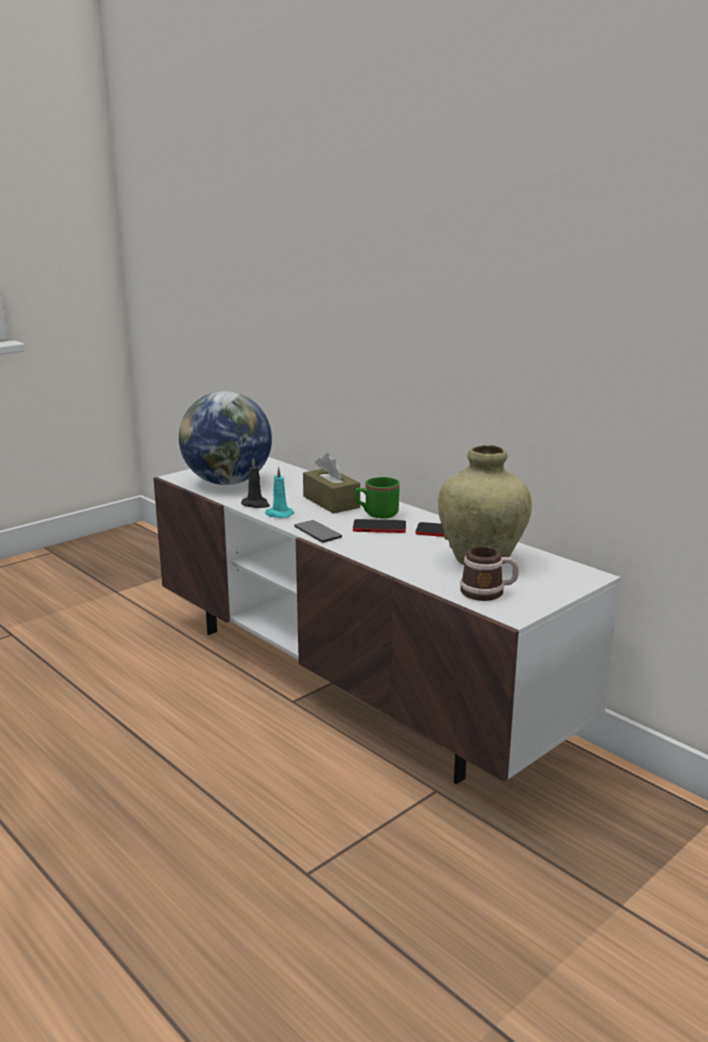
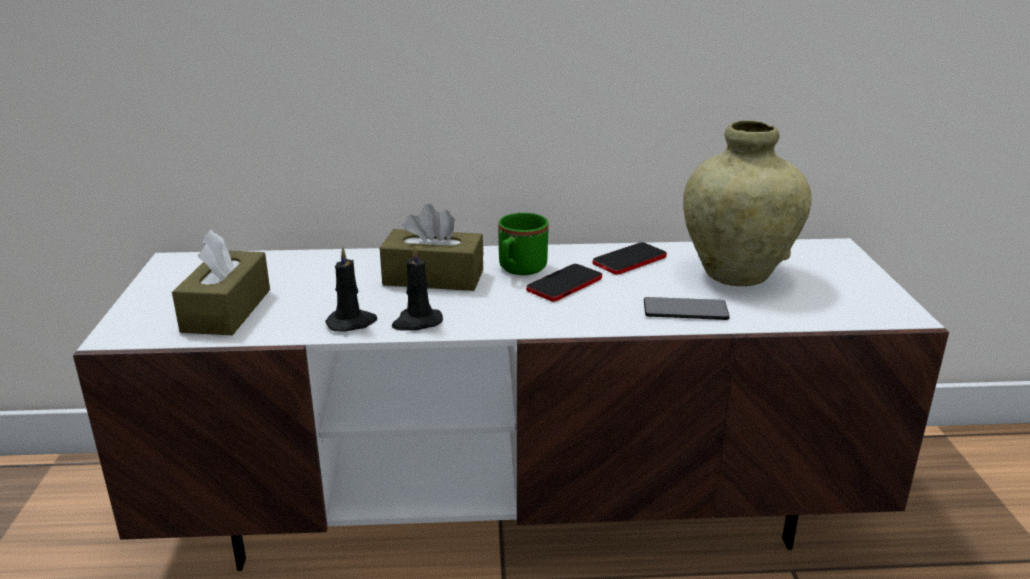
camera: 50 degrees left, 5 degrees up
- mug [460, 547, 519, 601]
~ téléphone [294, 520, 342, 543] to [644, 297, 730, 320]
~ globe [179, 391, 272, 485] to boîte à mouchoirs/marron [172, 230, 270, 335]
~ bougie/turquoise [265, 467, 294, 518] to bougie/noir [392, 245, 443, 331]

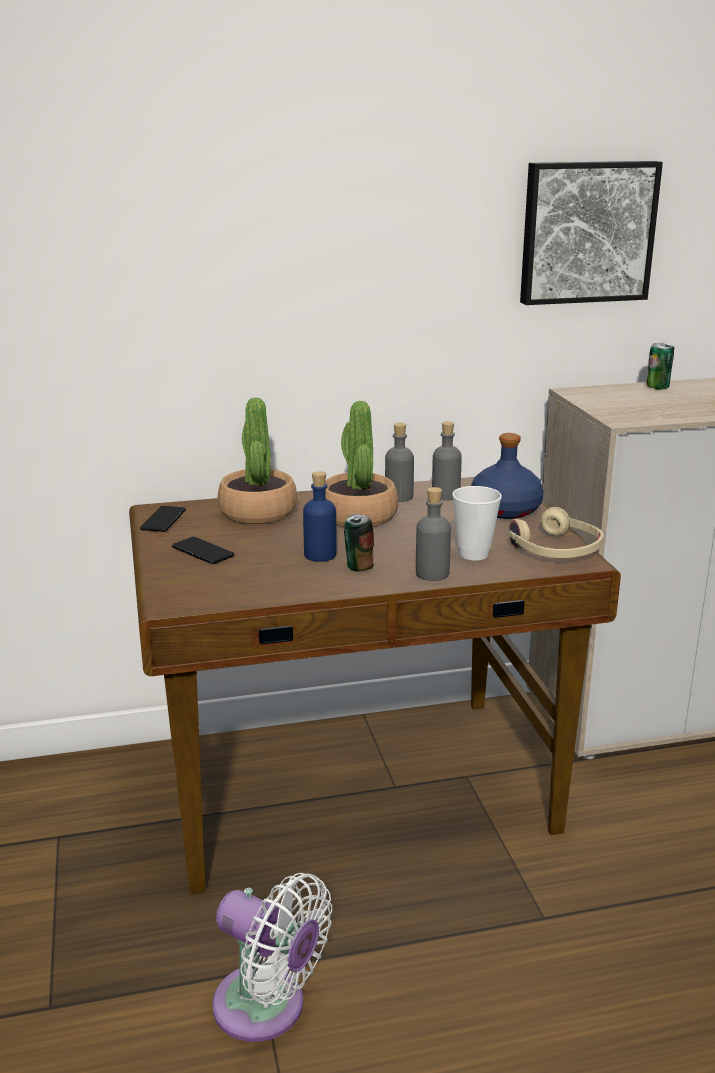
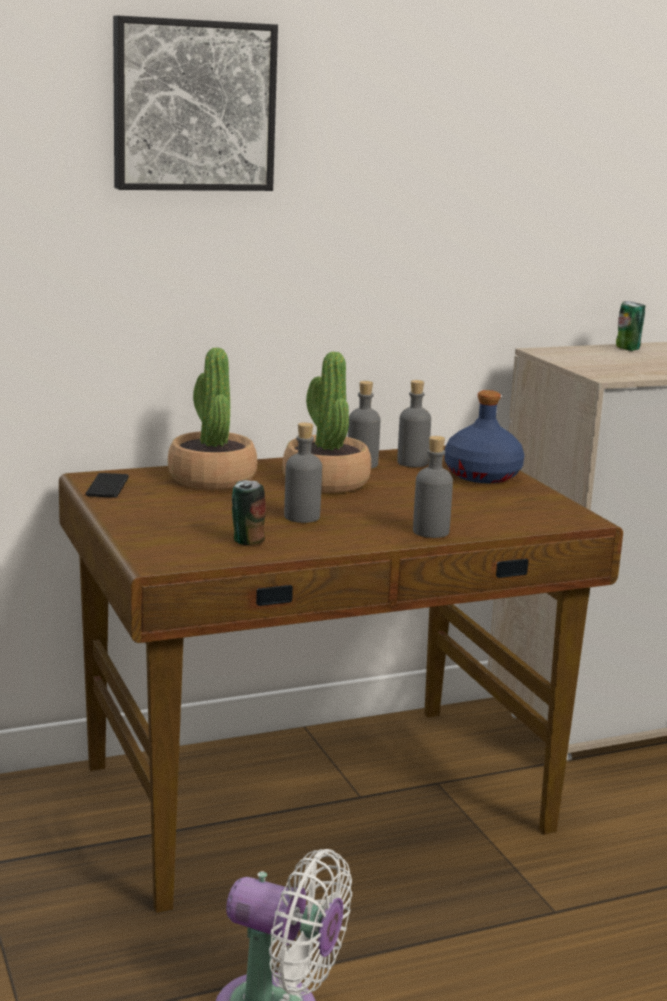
camera: 10 degrees left, 5 degrees down
- téléphone [172, 537, 234, 564]
- tasse [452, 486, 502, 561]
- casque audio/beige [507, 507, 604, 558]
~ boîte métallique [344, 514, 374, 571] to [232, 480, 266, 545]
~ tableau [520, 161, 663, 305] to [113, 16, 278, 191]
~ bouteille/bleu [303, 471, 337, 562] to bouteille/gris [284, 422, 322, 523]

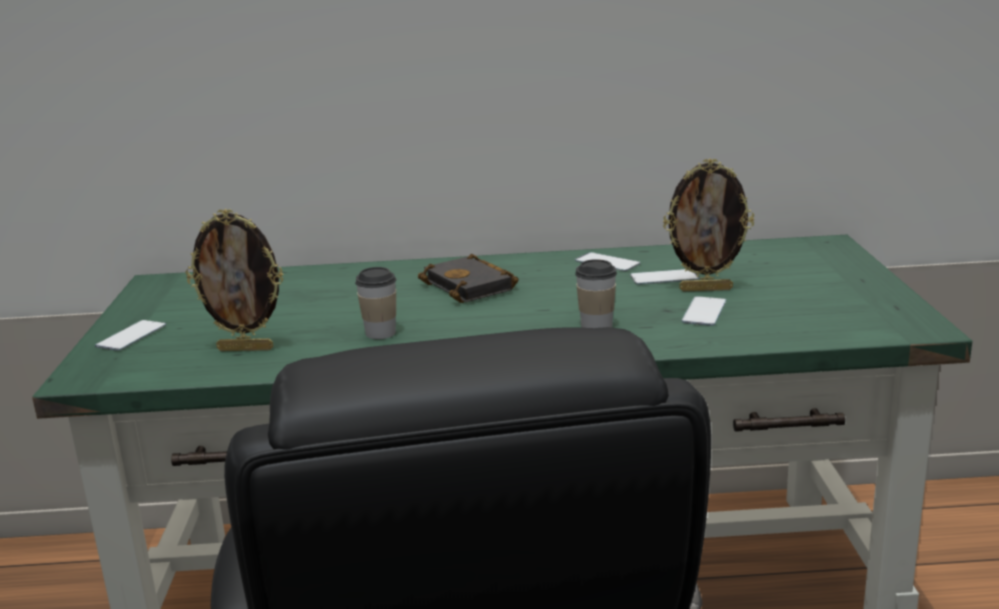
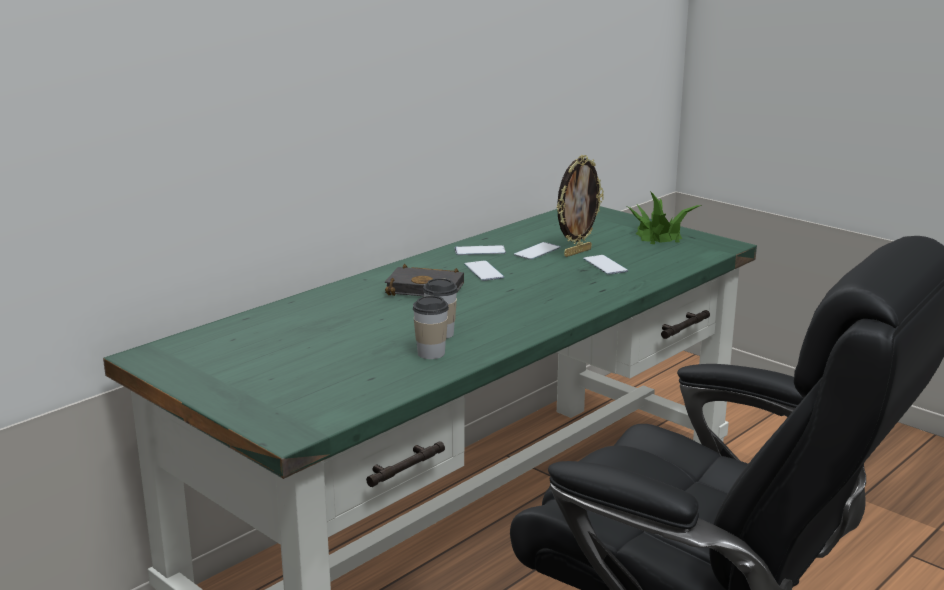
camera: 45 degrees left, 0 degrees up
- cadre photo [186, 209, 283, 351]
+ plante en pot [627, 191, 702, 244]
~ téléphone [95, 320, 166, 351] to [464, 260, 504, 281]
~ tasse [575, 259, 617, 328] to [413, 296, 449, 359]

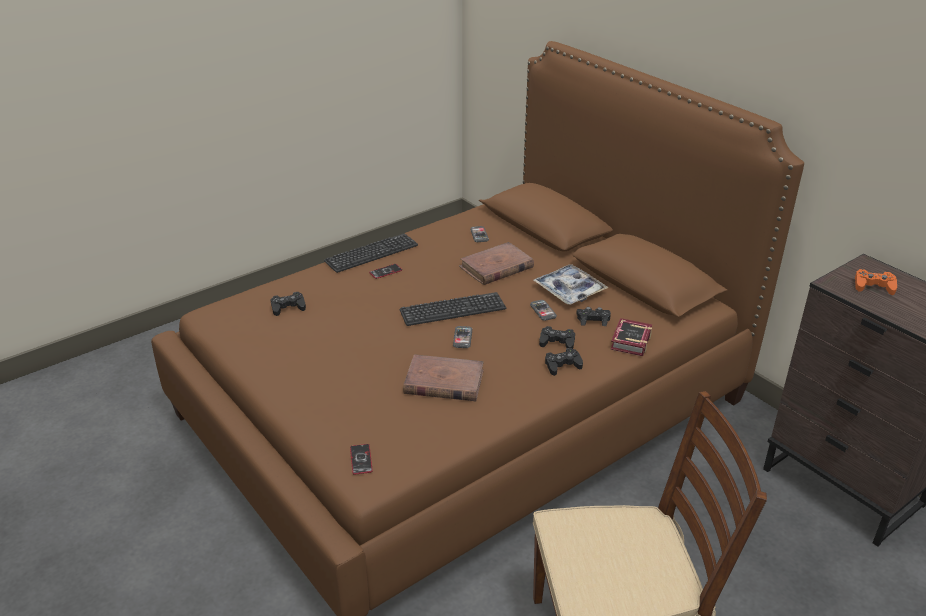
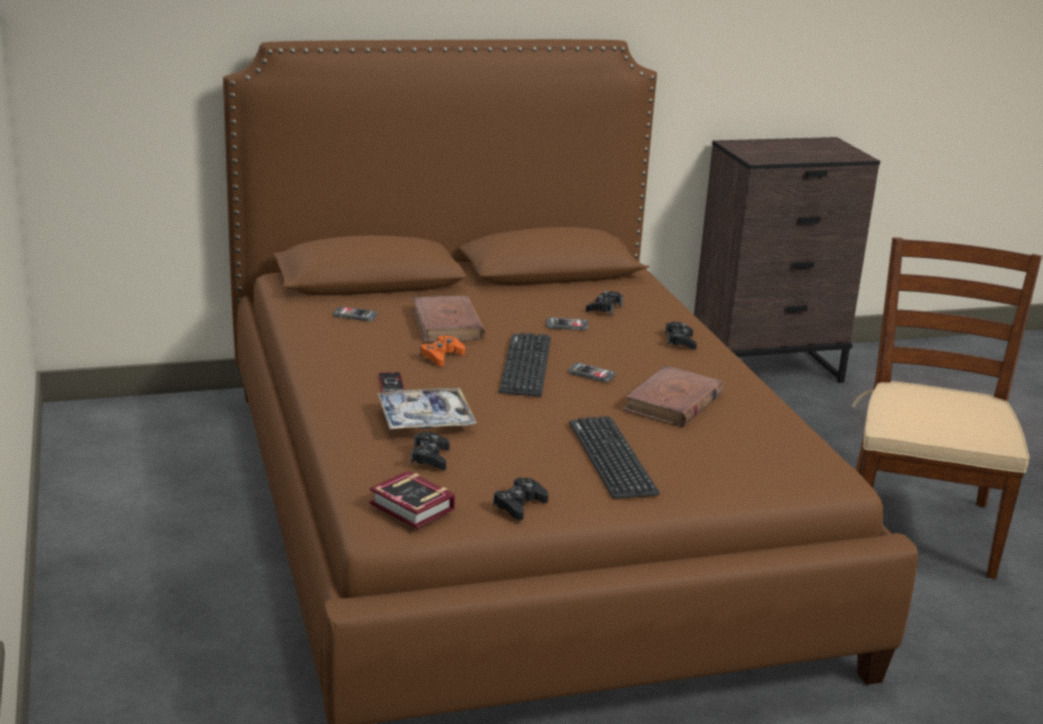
camera: 70 degrees left, 10 degrees down
- téléphone [350, 444, 373, 475]
~ clavier [324, 234, 418, 273] to [569, 416, 660, 499]
~ plateau [533, 264, 609, 305] to [377, 388, 477, 429]
~ manette/noir [539, 326, 575, 349] to [493, 477, 548, 521]
~ livre [610, 318, 652, 356] to [370, 471, 455, 529]
~ manette/orange [855, 269, 897, 295] to [420, 336, 465, 367]

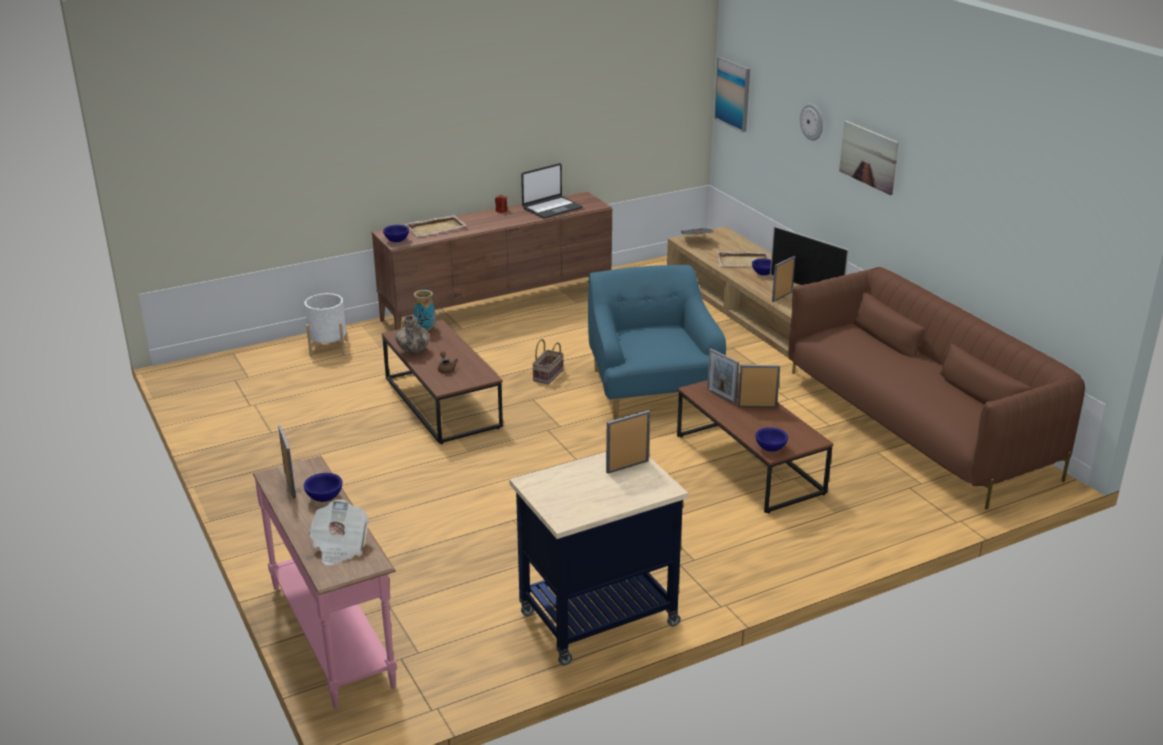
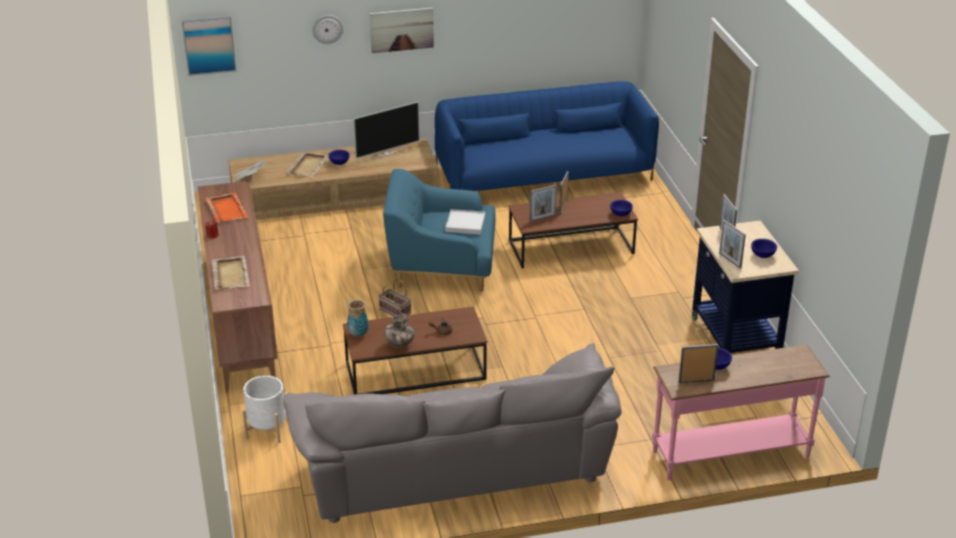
camera: 75 degrees left, 5 degrees up
- journal [308, 499, 369, 566]
+ canapé/gris [283, 343, 622, 523]
+ plateau/blanc [445, 209, 485, 235]
~ bol/bleu [383, 225, 409, 242] to [751, 239, 777, 258]
~ cadre photo [772, 256, 796, 302] to [719, 220, 746, 269]
~ ordinateur portable [521, 163, 583, 219] to plateau/orange [205, 193, 248, 223]
~ canapé/marron [788, 267, 1085, 510] to canapé/bleu [435, 81, 659, 191]

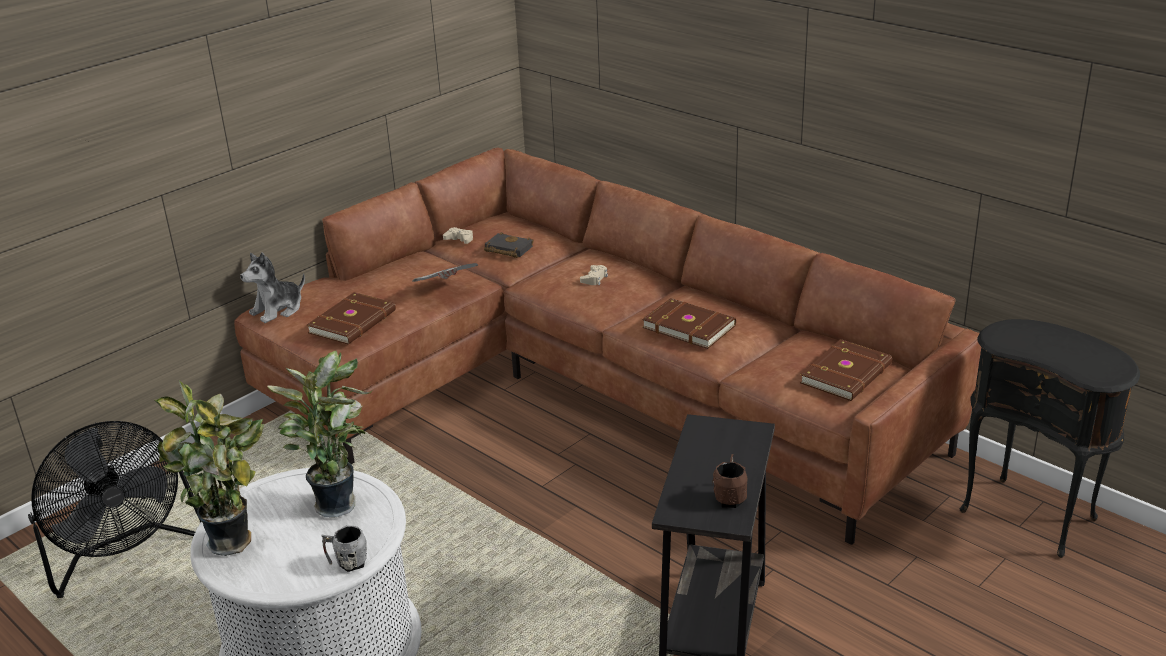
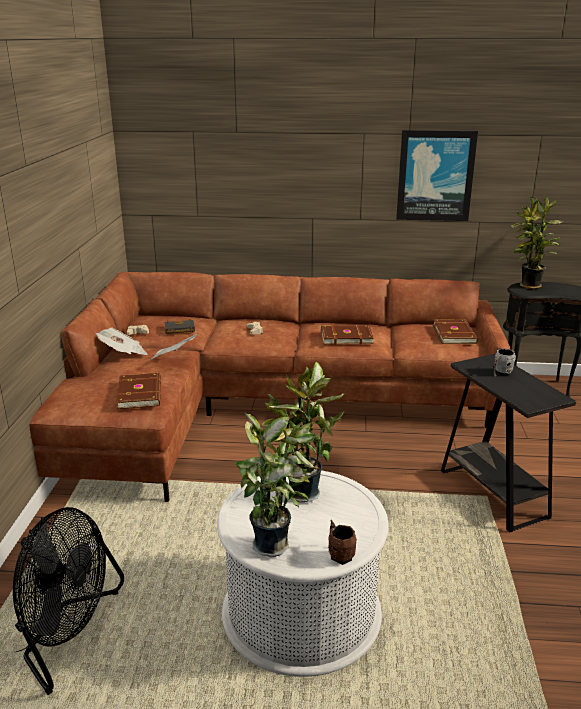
camera: 40 degrees left, 5 degrees down
- peluche [240, 252, 305, 323]
+ journal [95, 327, 148, 355]
+ tableau [396, 130, 478, 221]
+ plante en pot [510, 196, 563, 290]
~ mug/gris [321, 526, 367, 572] to [494, 349, 516, 376]
~ mug/marron [712, 454, 748, 508] to [328, 519, 357, 565]

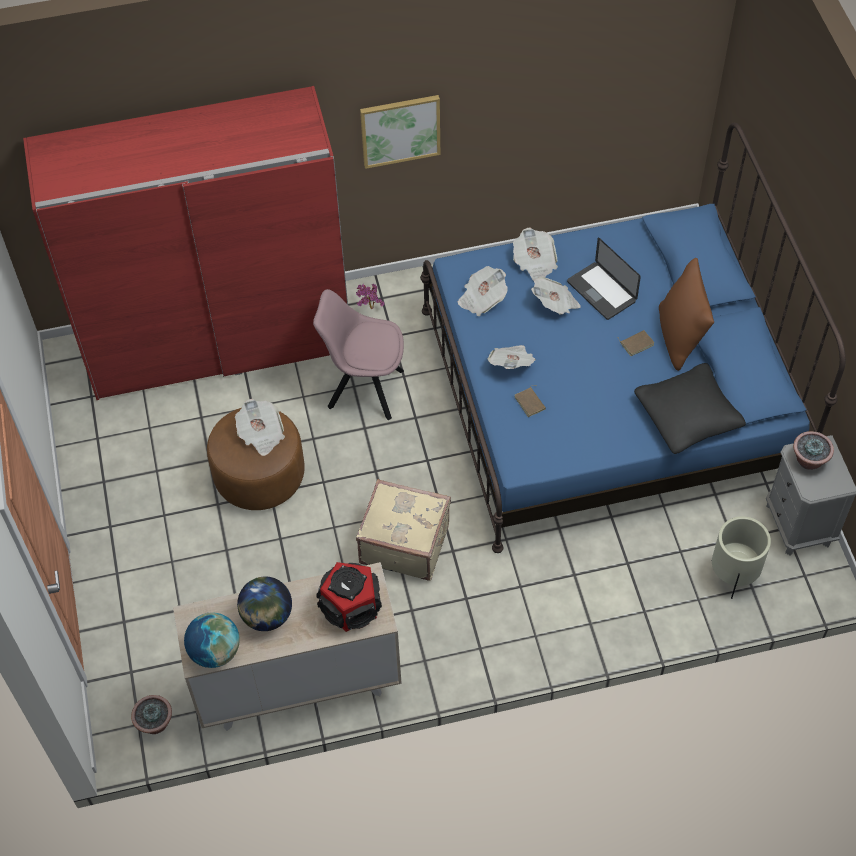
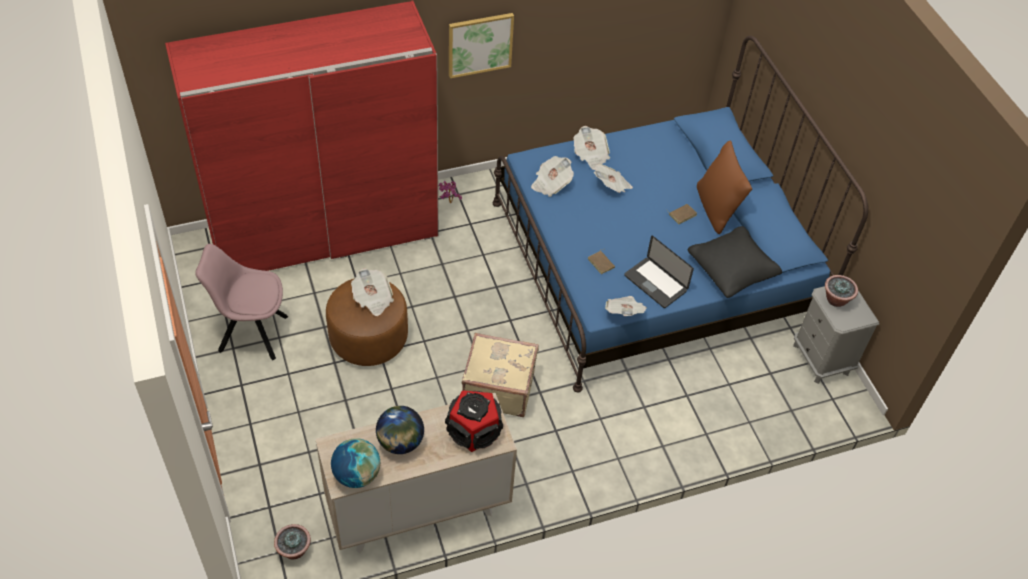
camera: 10 degrees left, 5 degrees down
- cache-pot/beige [712, 516, 771, 599]
~ chaise/rose [313, 289, 404, 420] to [195, 244, 288, 360]
~ journal [487, 345, 536, 369] to [605, 296, 647, 316]
~ ordinateur portable [567, 237, 641, 320] to [624, 236, 694, 308]

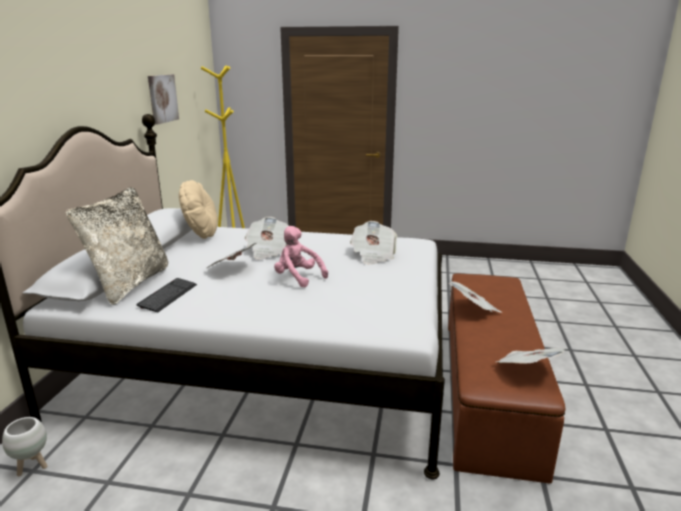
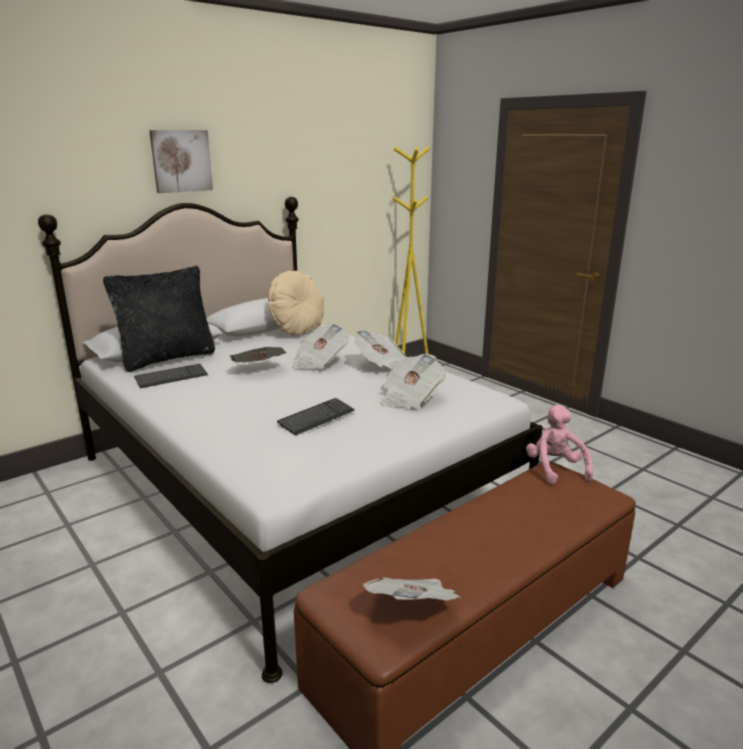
camera: 40 degrees right, 0 degrees up
- cache-pot/blanc [2, 417, 47, 476]
+ clavier [277, 398, 354, 435]
~ tableau [148, 74, 179, 125] to [149, 130, 213, 193]
~ peluche/rose [274, 226, 328, 288] to [526, 405, 593, 484]
~ journal [449, 281, 502, 313] to [354, 330, 406, 370]
~ coussin/beige [66, 187, 168, 305] to coussin/noir [103, 266, 215, 372]

